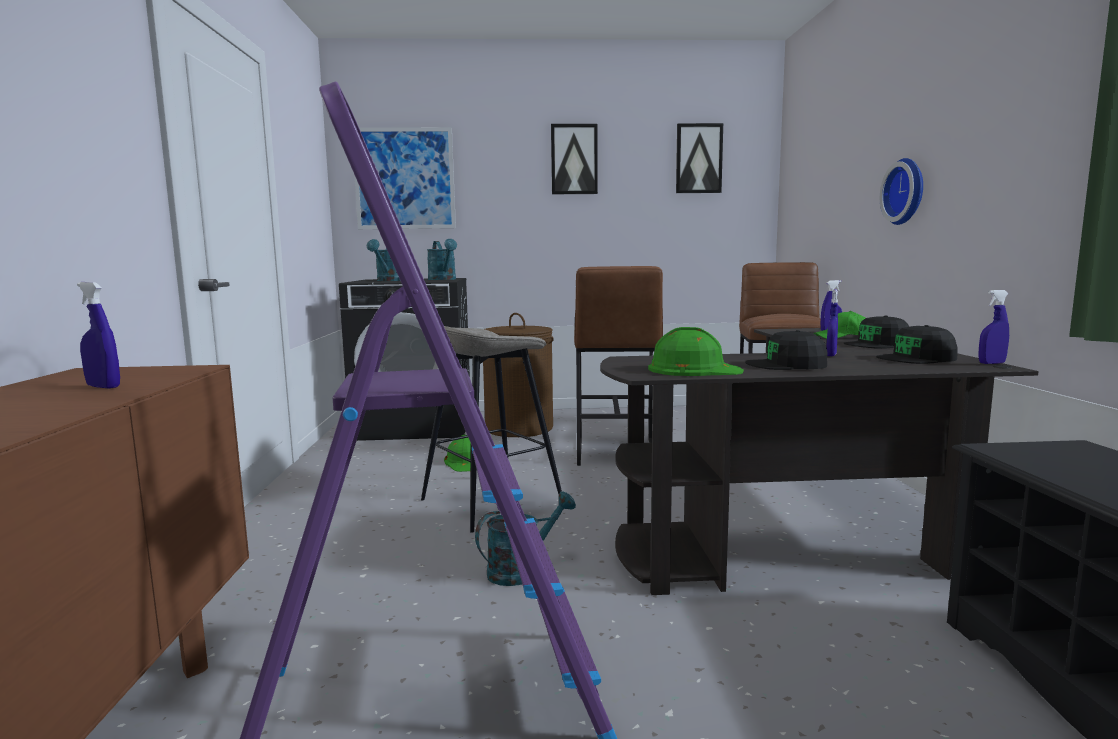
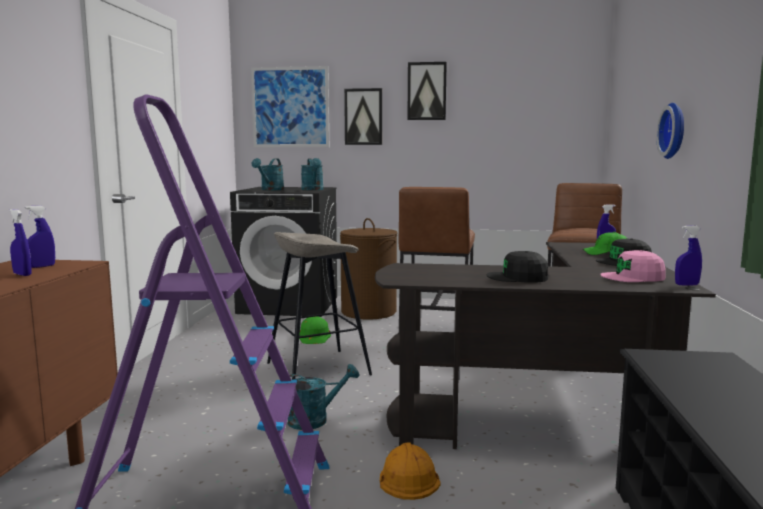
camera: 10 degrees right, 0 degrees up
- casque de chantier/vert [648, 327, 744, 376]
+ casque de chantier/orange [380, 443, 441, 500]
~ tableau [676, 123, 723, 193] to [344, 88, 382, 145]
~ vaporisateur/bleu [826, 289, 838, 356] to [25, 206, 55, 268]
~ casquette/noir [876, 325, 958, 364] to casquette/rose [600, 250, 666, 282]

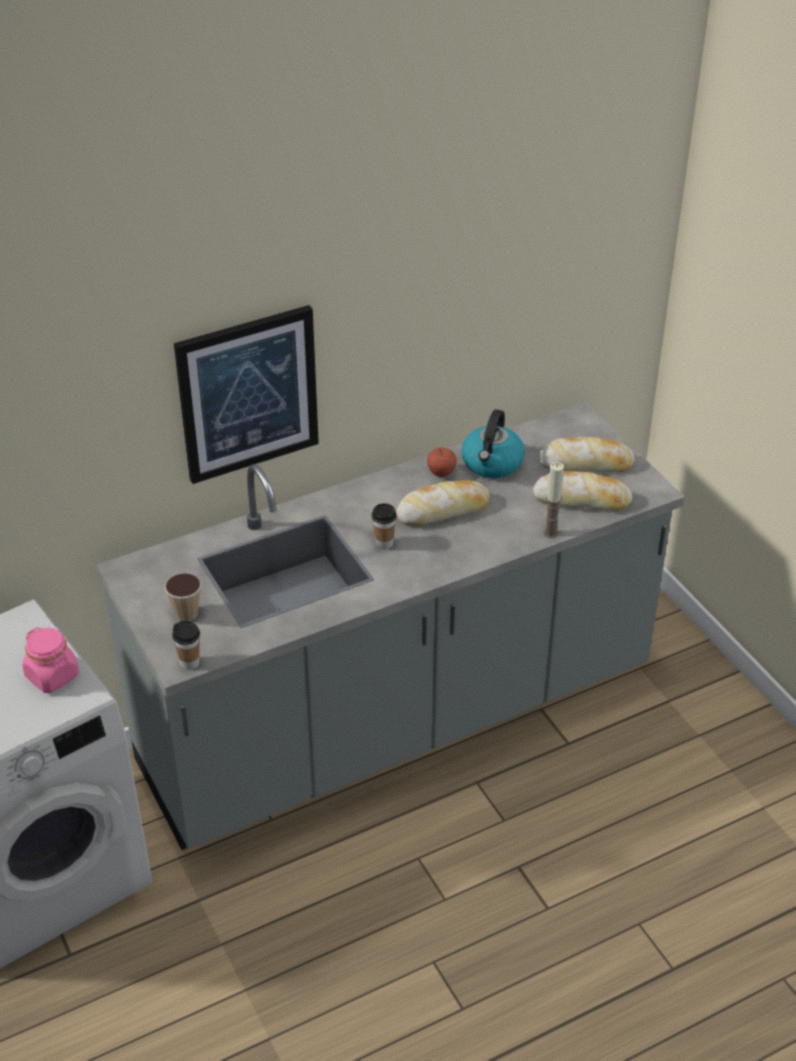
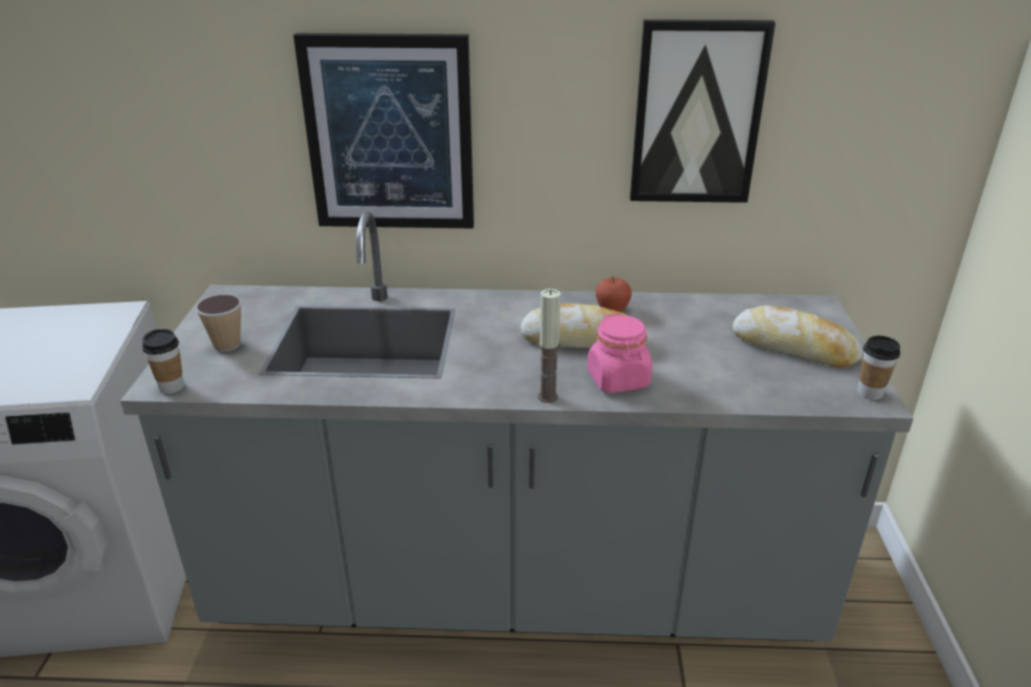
camera: 30 degrees right, 10 degrees down
- bouilloire [461, 409, 525, 478]
- pain [533, 471, 632, 511]
+ tableau [630, 19, 776, 203]
~ bocal/rose [22, 627, 79, 693] to [587, 313, 652, 393]
~ tasse [371, 503, 397, 549] to [858, 336, 900, 400]
~ bougie [544, 462, 564, 538] to [538, 289, 561, 403]

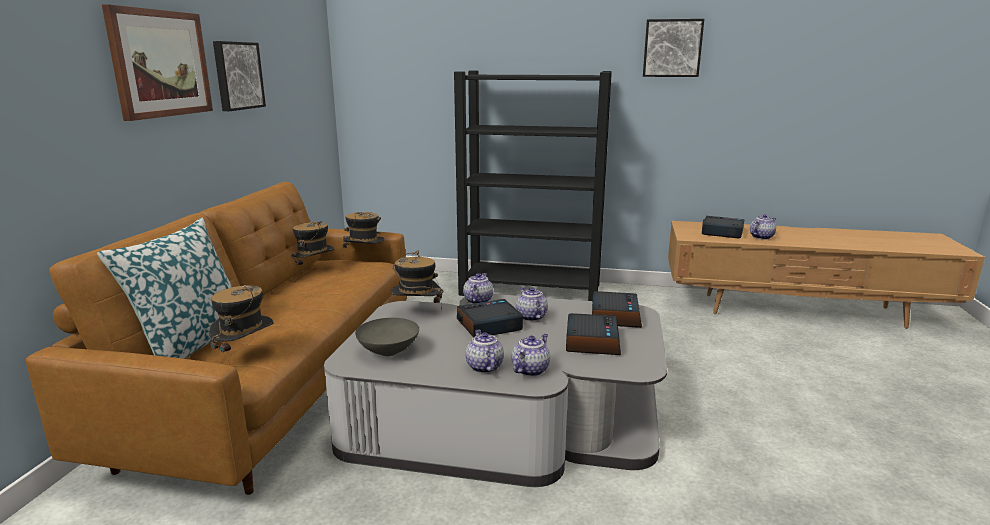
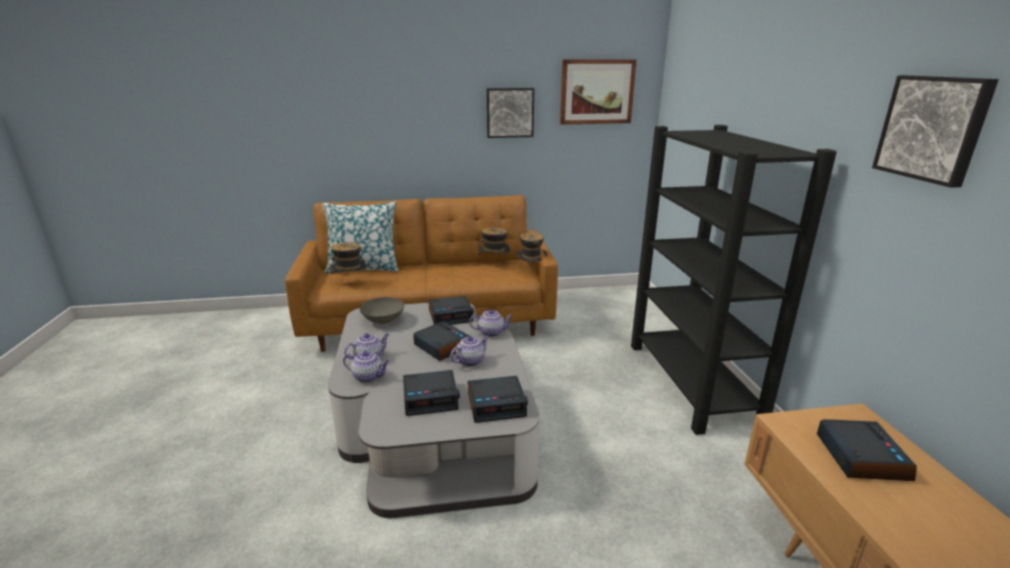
camera: 70 degrees right, 5 degrees up
- théière [750, 214, 776, 240]
~ tableau [102, 4, 213, 121] to [560, 59, 637, 125]
~ chapeau [391, 250, 443, 311] to réveil [428, 296, 474, 325]

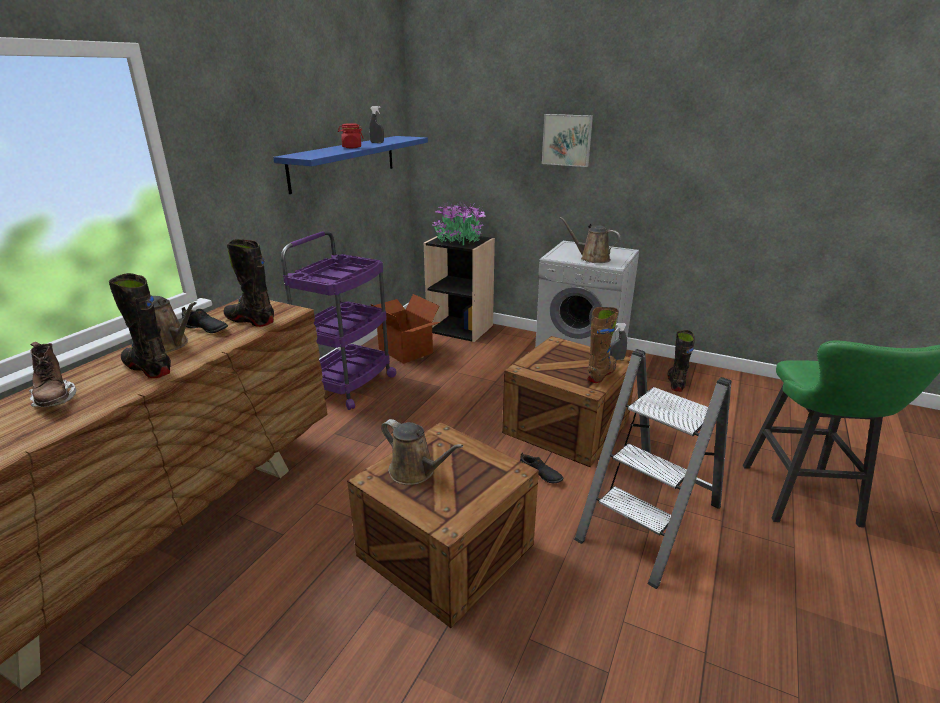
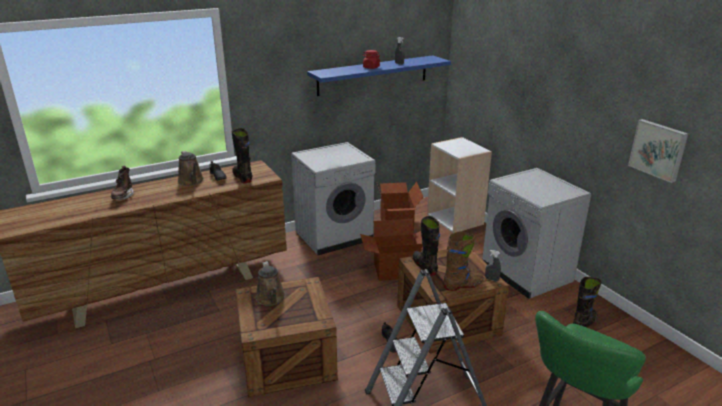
camera: 35 degrees right, 0 degrees up
- plante en pot [432, 202, 486, 245]
- arrosoir/marron [560, 217, 621, 263]
+ carton [360, 219, 423, 281]
~ botte/noir [109, 273, 171, 378] to [413, 216, 440, 276]
~ tableau [542, 114, 593, 167] to [628, 119, 688, 183]
~ chariot/violet [281, 231, 396, 410] to lave-linge/blanc [291, 142, 376, 255]
~ bibliothèque/noir [424, 232, 495, 342] to bibliothèque/blanc [427, 137, 492, 233]

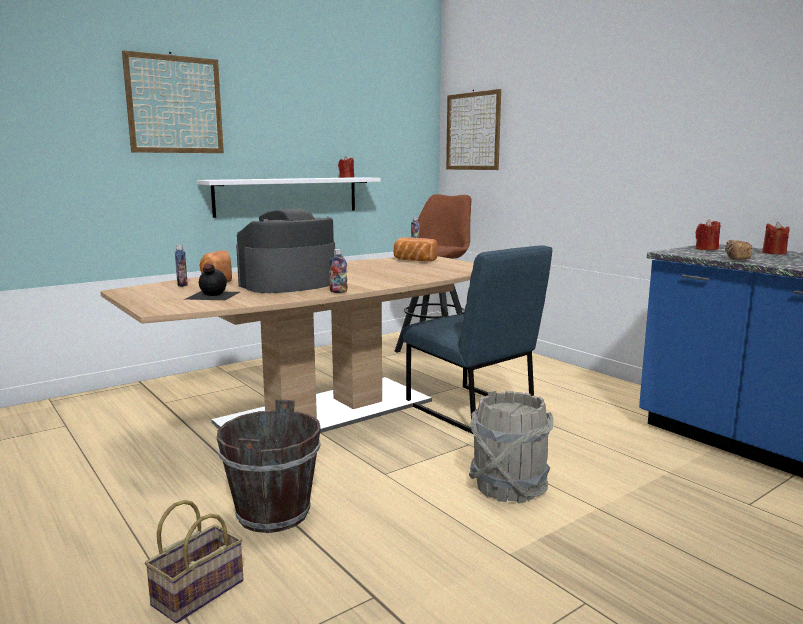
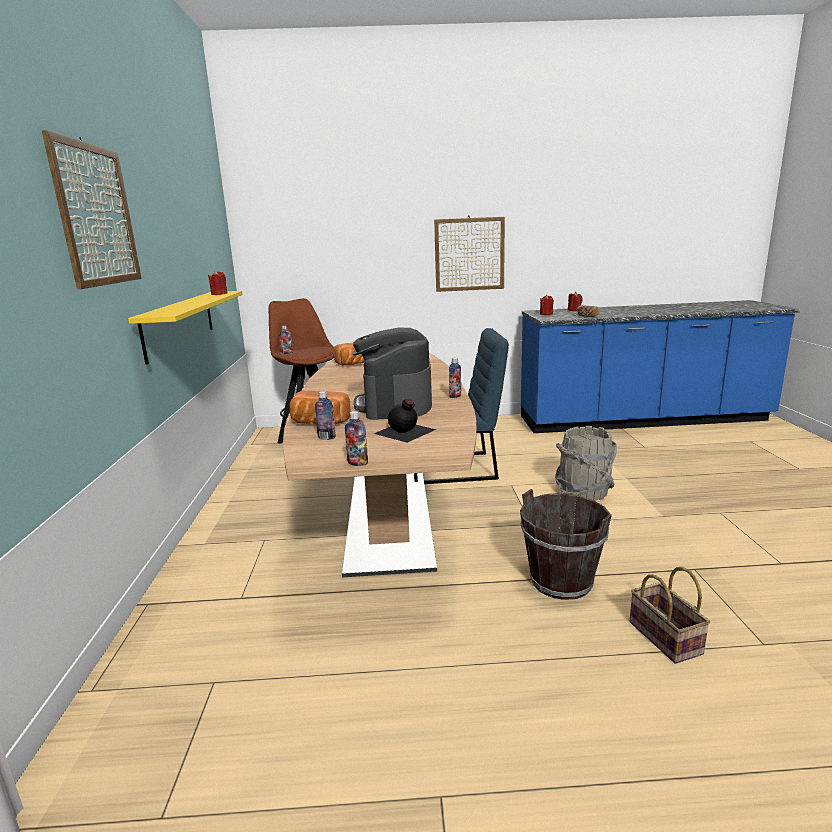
camera: 55 degrees left, 5 degrees up
+ bouteille [345, 411, 368, 466]
~ tableau [446, 89, 501, 170] to [434, 215, 505, 292]
~ étagère/blanc [197, 177, 381, 218] to étagère/jaune [128, 291, 243, 364]

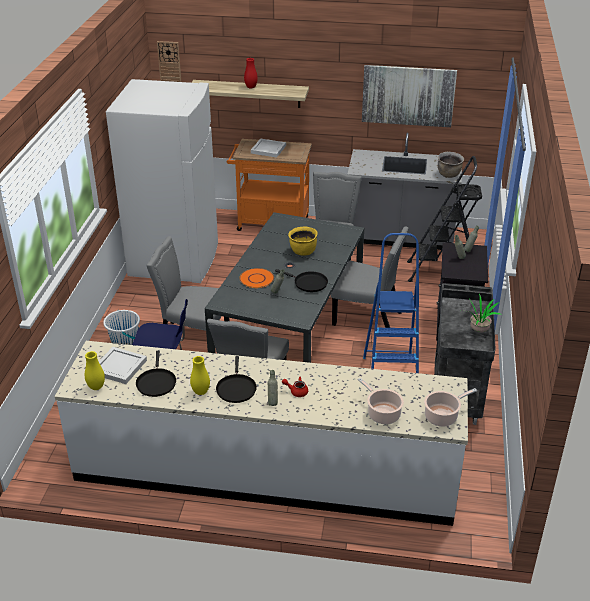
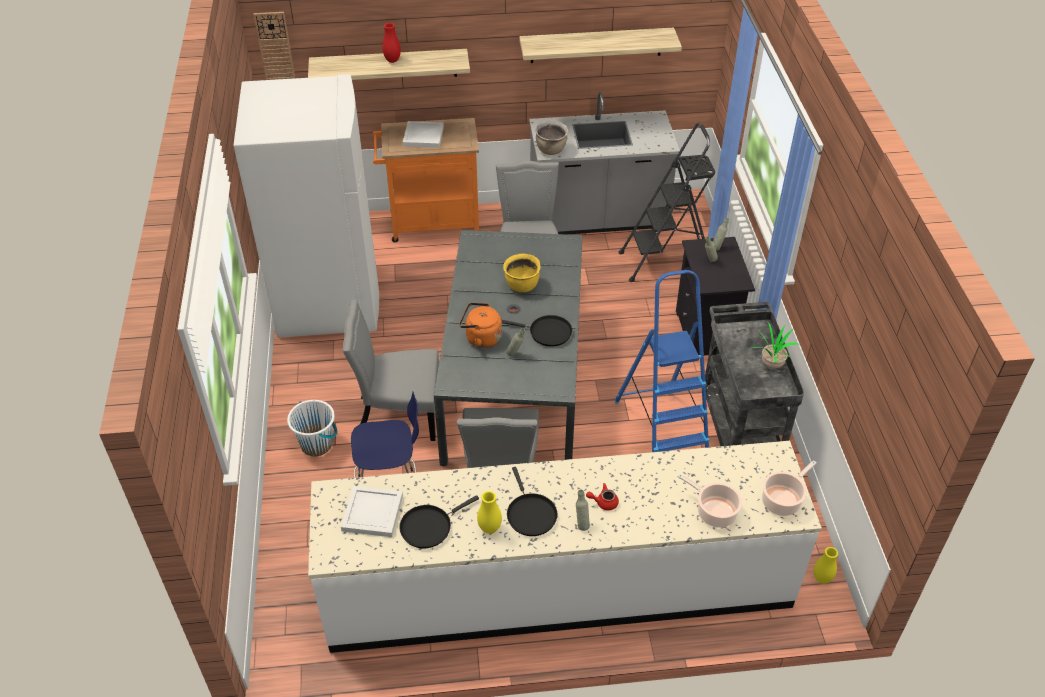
camera: 15 degrees left, 10 degrees up
- chaise/gris [331, 226, 408, 328]
~ vase/jaune [85, 351, 105, 390] to [814, 547, 838, 584]
~ marmite/marron [438, 152, 464, 178] to [535, 120, 568, 155]
~ assiette/orange [239, 268, 274, 288] to bouilloire/orange [459, 303, 502, 348]
~ tableau [362, 65, 457, 127] to étagère [519, 27, 682, 63]
~ poêle/noir [136, 351, 176, 397] = [399, 495, 479, 548] 75 degrees clockwise

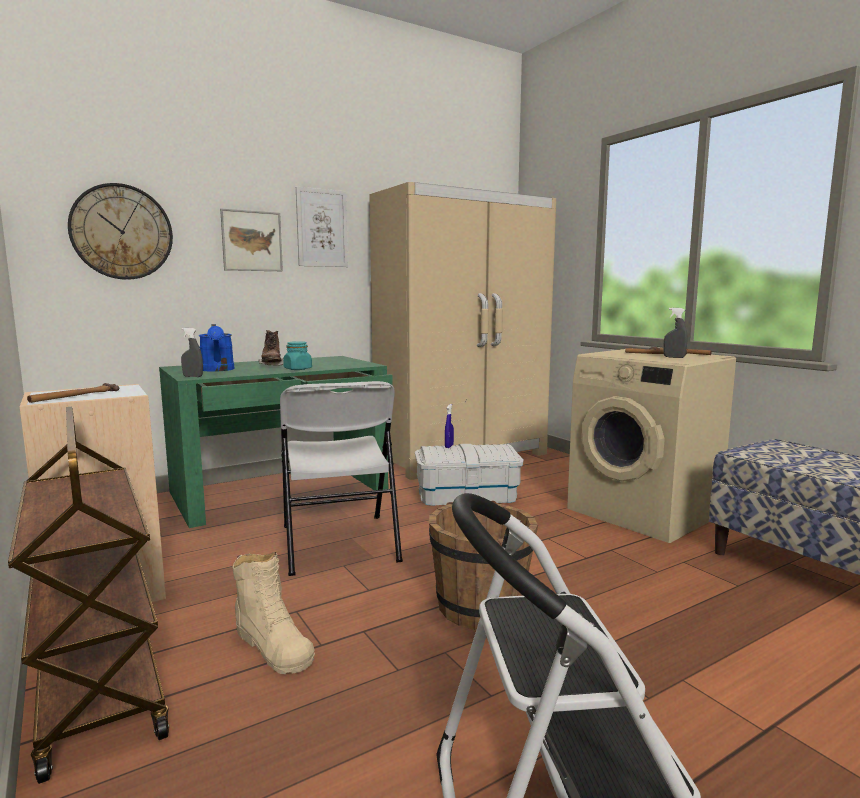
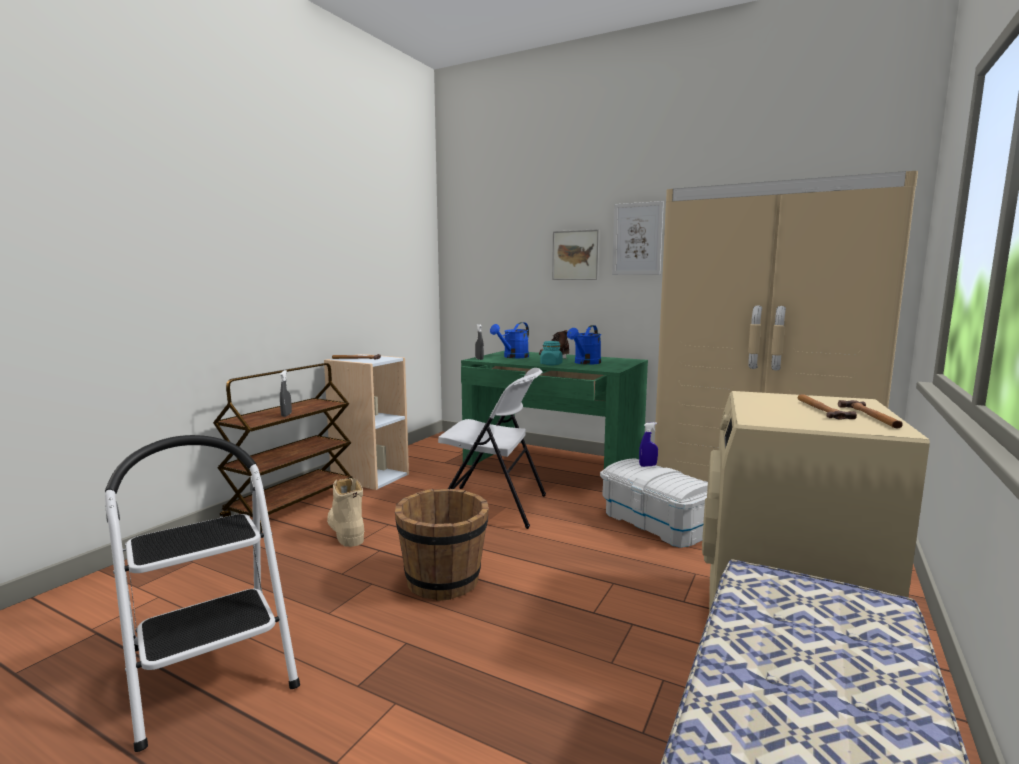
camera: 60 degrees right, 0 degrees up
- horloge murale [68, 183, 173, 280]
+ arrosoir/bleu [567, 325, 601, 365]
~ vaporisateur/gris [663, 308, 688, 358] to [280, 370, 292, 417]
~ botte/beige [232, 552, 315, 674] = [327, 478, 365, 547] 135 degrees clockwise
~ chaise/blanc [280, 381, 403, 576] = [438, 368, 546, 529] 120 degrees counterclockwise

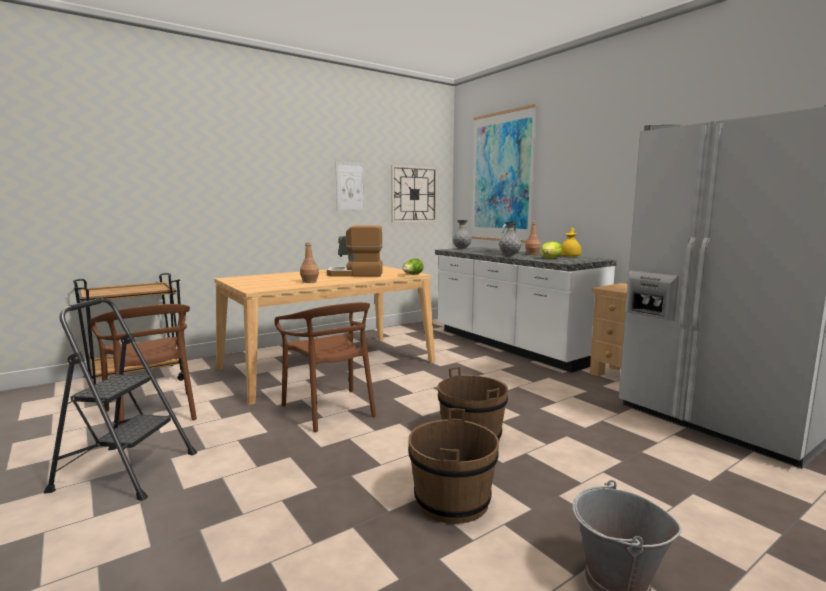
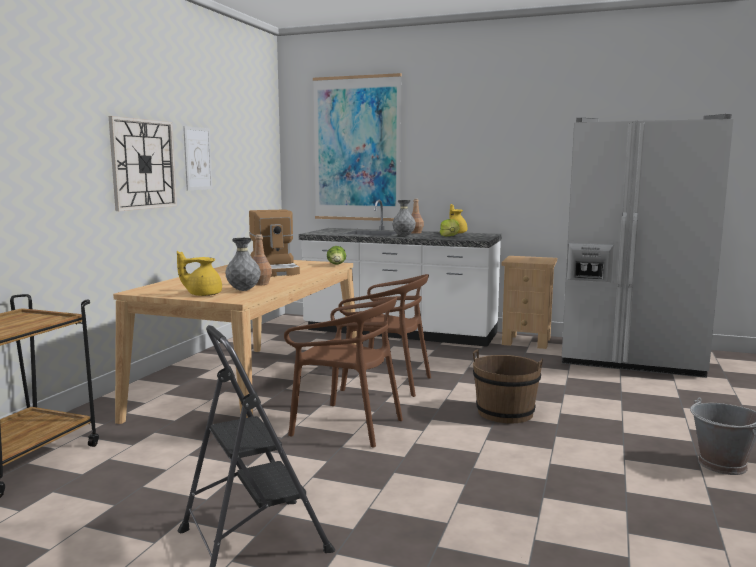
camera: 35 degrees left, 0 degrees up
- seau/marron [408, 408, 499, 524]
+ théière/jaune [177, 251, 222, 296]
~ chaise/marron [90, 304, 197, 426] to [338, 274, 431, 397]
~ horloge murale [391, 165, 437, 222] to [109, 116, 177, 211]
~ vase/gris [453, 220, 471, 249] to [225, 238, 261, 291]
~ machine à café [327, 225, 383, 277] = [249, 209, 300, 277] 75 degrees counterclockwise

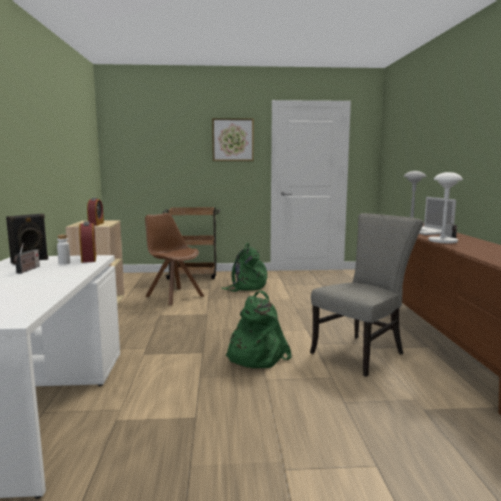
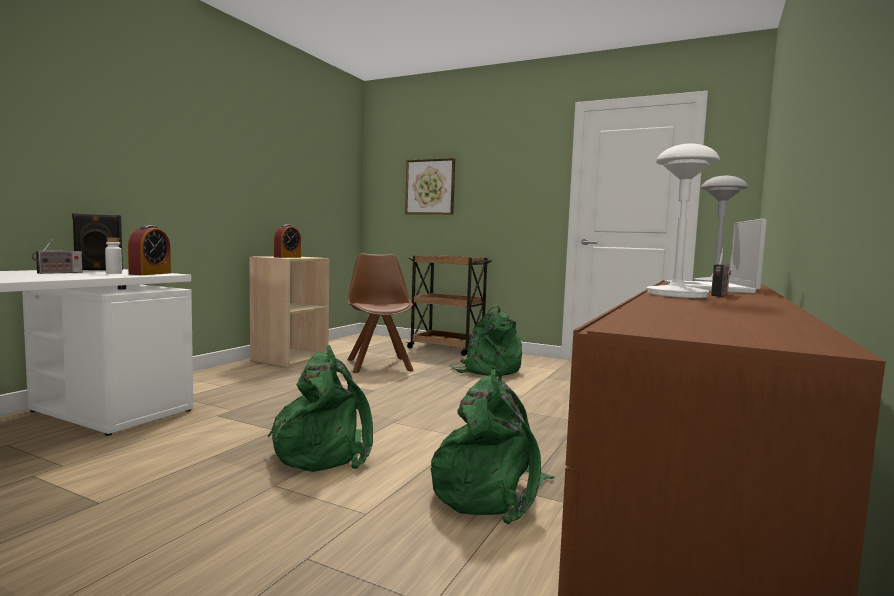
camera: 30 degrees right, 5 degrees down
~ tableau [212, 118, 254, 161] to [405, 158, 455, 215]
~ chaise/gris [310, 213, 424, 377] to sac à dos/vert [431, 369, 554, 524]

